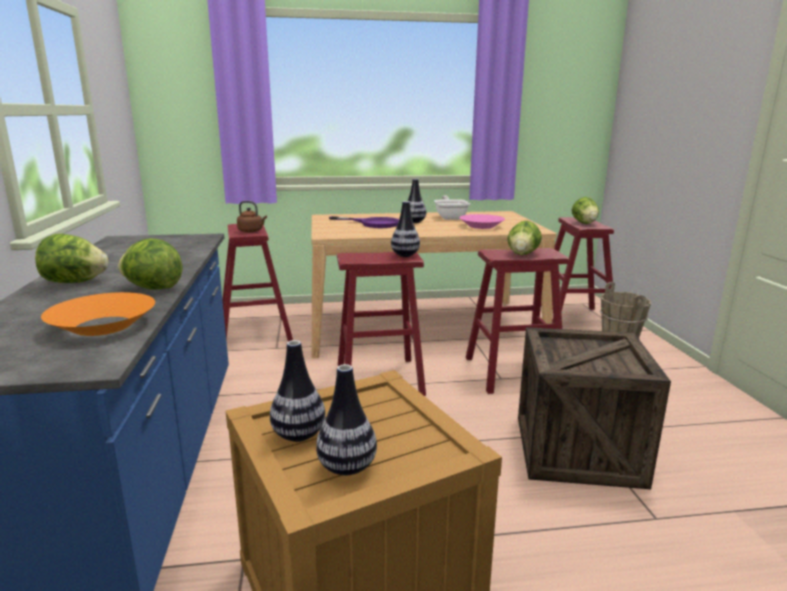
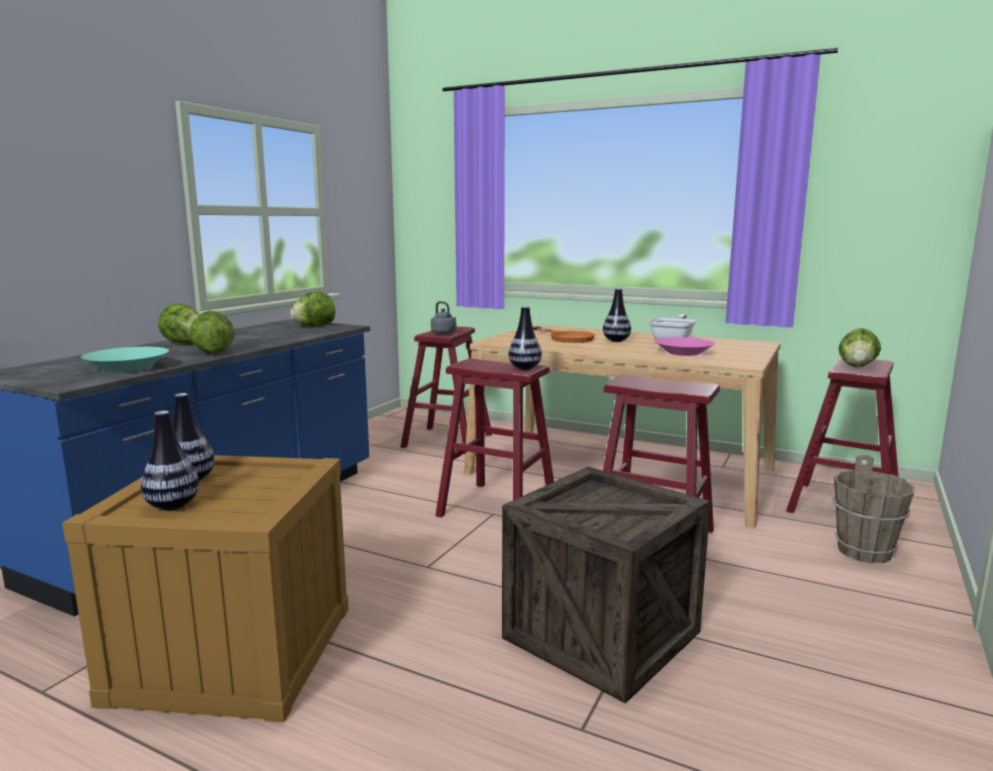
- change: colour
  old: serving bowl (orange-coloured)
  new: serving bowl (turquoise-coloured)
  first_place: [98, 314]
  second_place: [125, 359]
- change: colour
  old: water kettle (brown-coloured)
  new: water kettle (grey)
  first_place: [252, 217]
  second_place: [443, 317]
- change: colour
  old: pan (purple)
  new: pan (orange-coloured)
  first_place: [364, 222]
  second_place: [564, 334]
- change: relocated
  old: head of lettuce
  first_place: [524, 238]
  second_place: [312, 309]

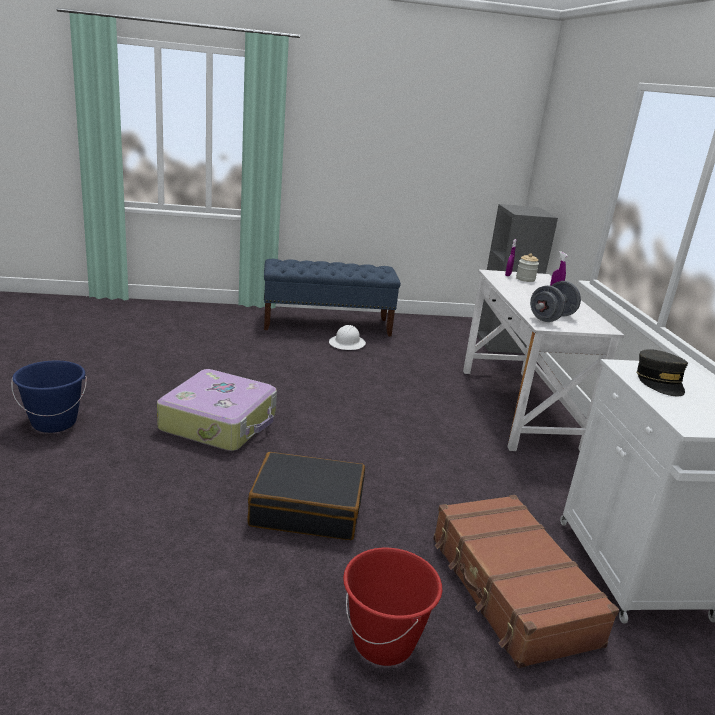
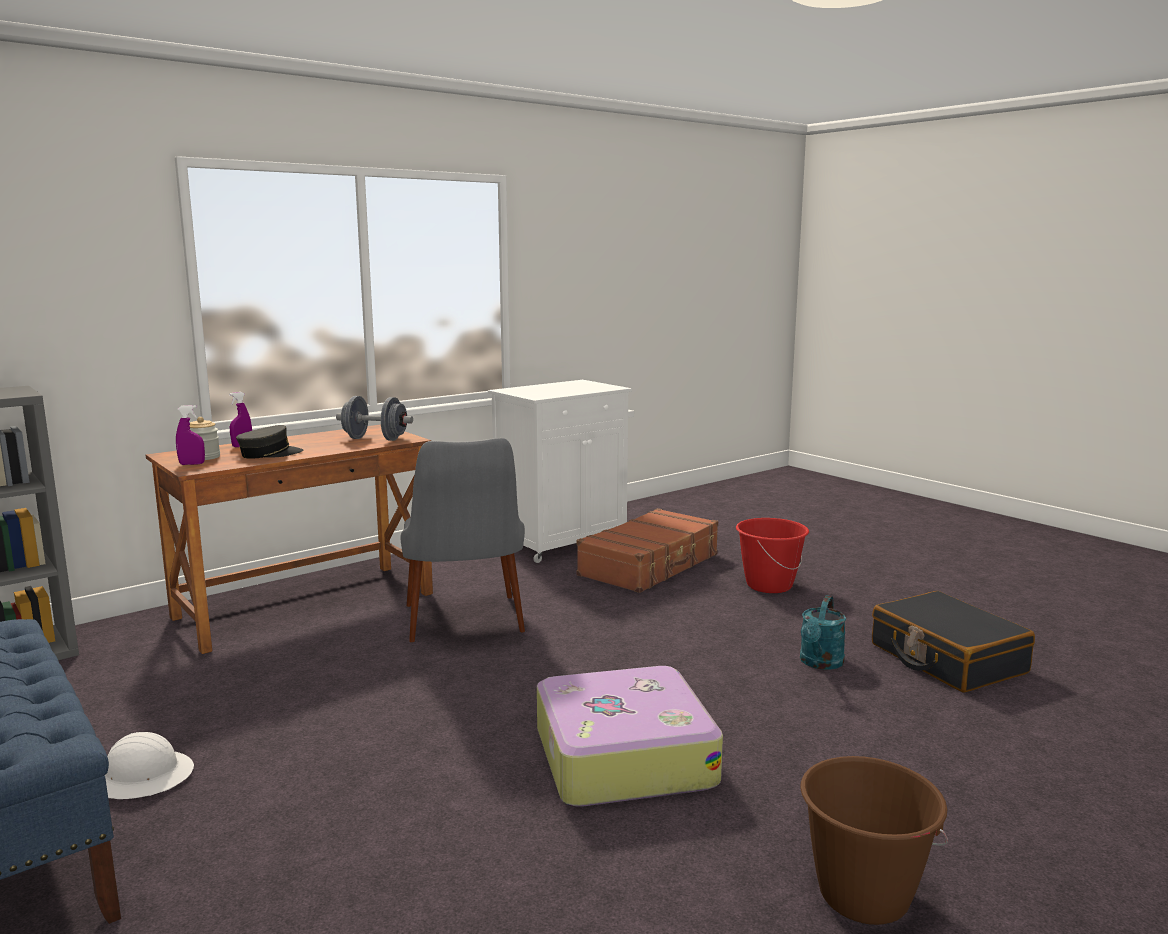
- change: colour
  old: water bucket (blue)
  new: water bucket (brown-coloured)
  first_place: [49, 397]
  second_place: [874, 840]
- change: relocated
  old: travel case (blackish)
  first_place: [306, 496]
  second_place: [953, 641]
- change: colour
  old: desk unit (white)
  new: desk unit (brown-coloured)
  first_place: [543, 360]
  second_place: [289, 539]
- change: relocated
  old: peaked cap (grey)
  first_place: [662, 372]
  second_place: [269, 442]
- change: appeared
  new: chair (grey)
  second_place: [463, 540]
- change: appeared
  new: watering pot (turquoise-coloured)
  second_place: [823, 632]

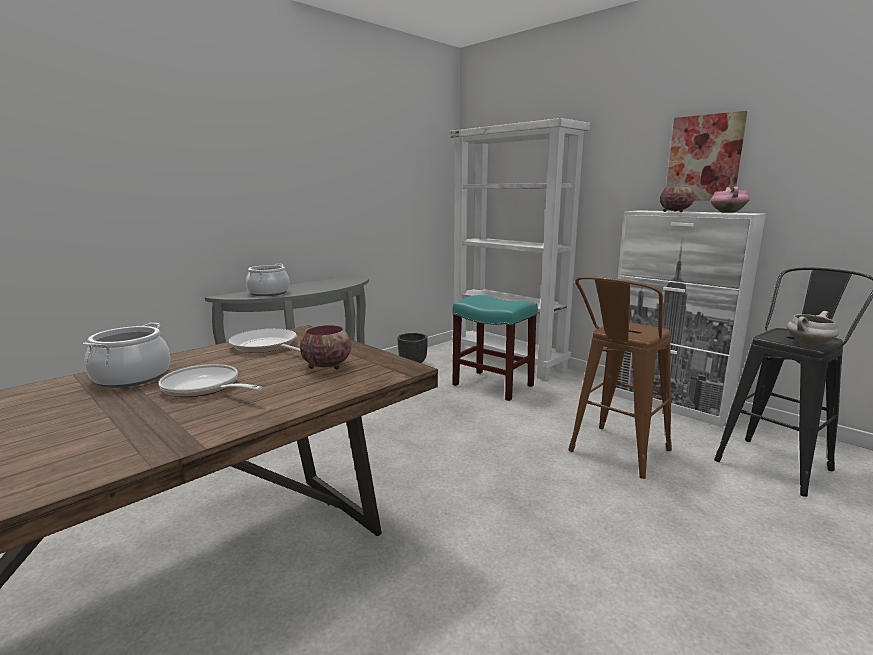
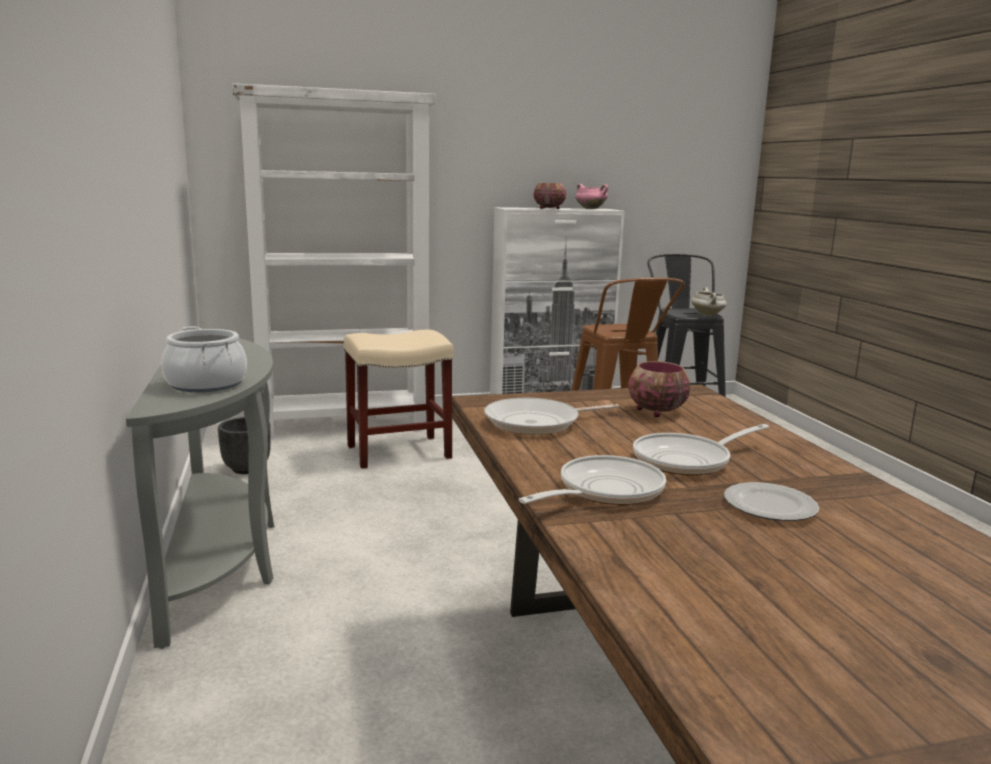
- change: exchanged
  old: stockpot
  new: pan
  first_place: [126, 355]
  second_place: [592, 480]
- change: colour
  old: stool (turquoise-coloured)
  new: stool (sand-coloured)
  first_place: [495, 348]
  second_place: [399, 399]
- change: missing
  old: wall art
  first_place: [707, 156]
- change: appeared
  new: flat dish
  second_place: [771, 501]

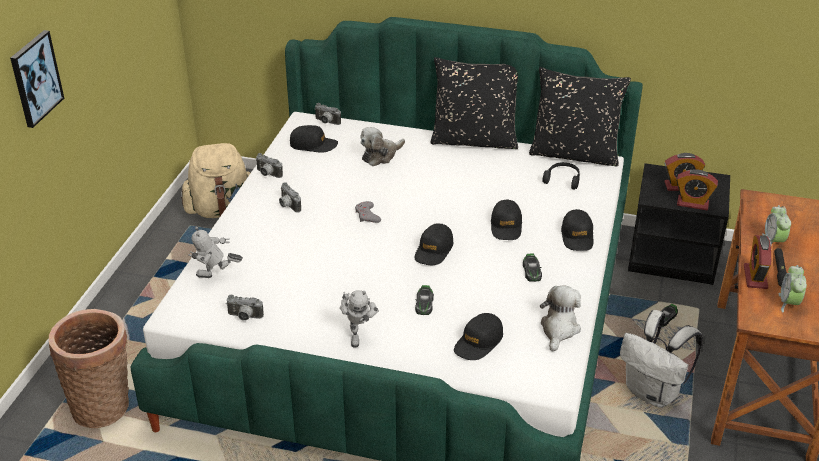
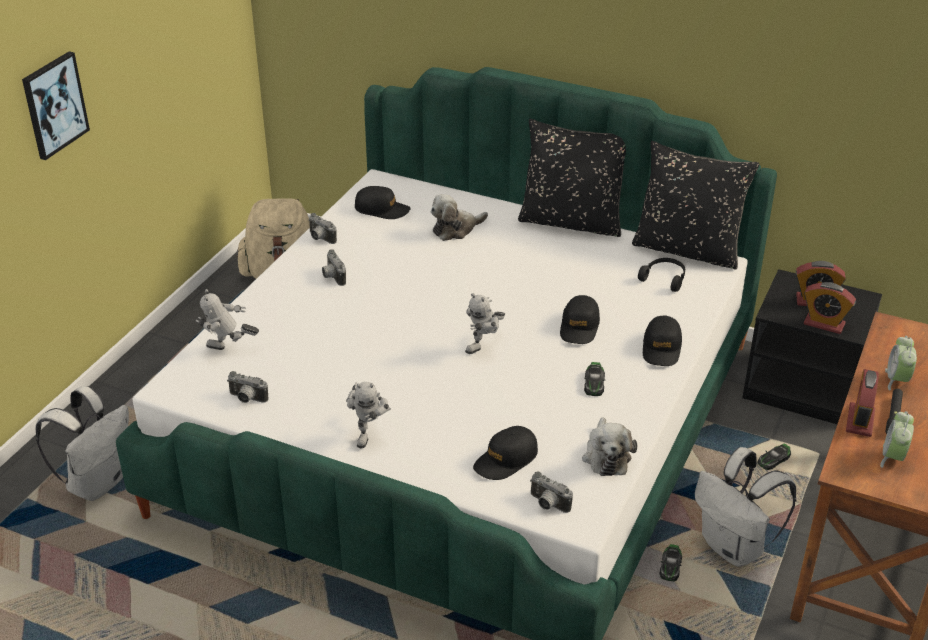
- change: exchanged
  old: household basket
  new: rucksack (white)
  first_place: [89, 368]
  second_place: [82, 443]
- change: relocated
  old: still camera
  first_place: [327, 114]
  second_place: [551, 492]
- change: missing
  old: joypad (grey)
  first_place: [368, 212]
- change: exchanged
  old: peaked cap (blackish)
  new: robot figure
  first_place: [434, 244]
  second_place: [485, 323]
- change: relocated
  old: model car
  first_place: [424, 300]
  second_place: [670, 562]
- change: spun
  old: soft toy
  first_place: [560, 318]
  second_place: [609, 447]
  degrees: 150

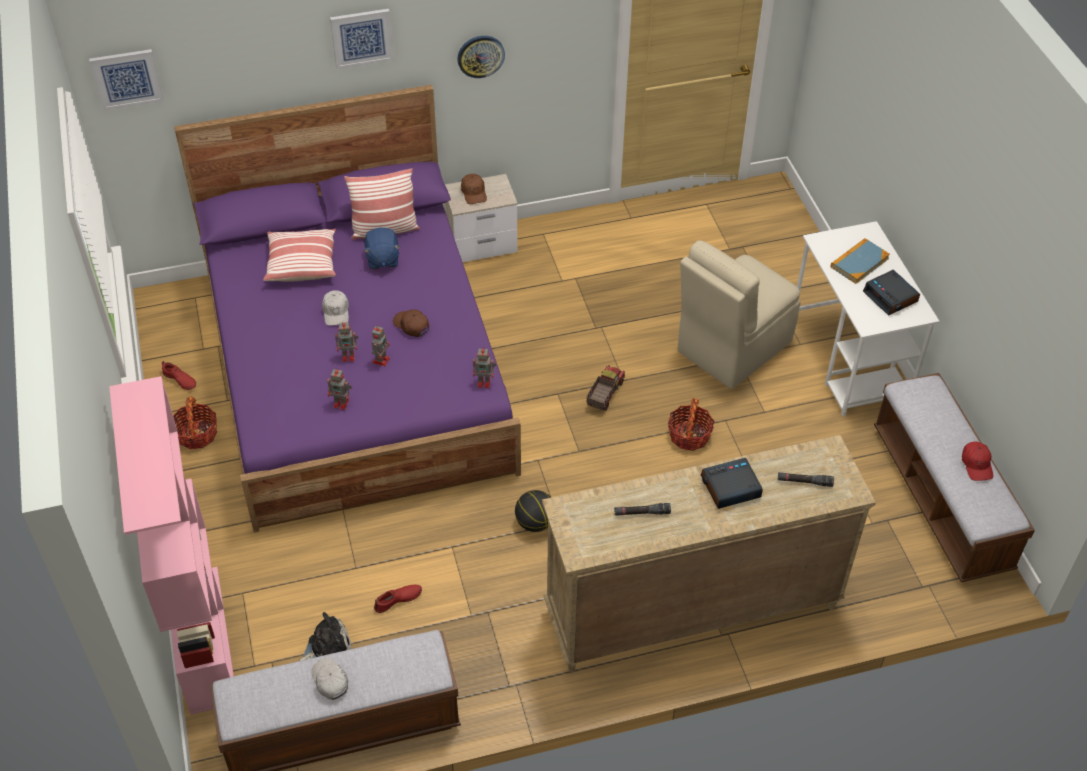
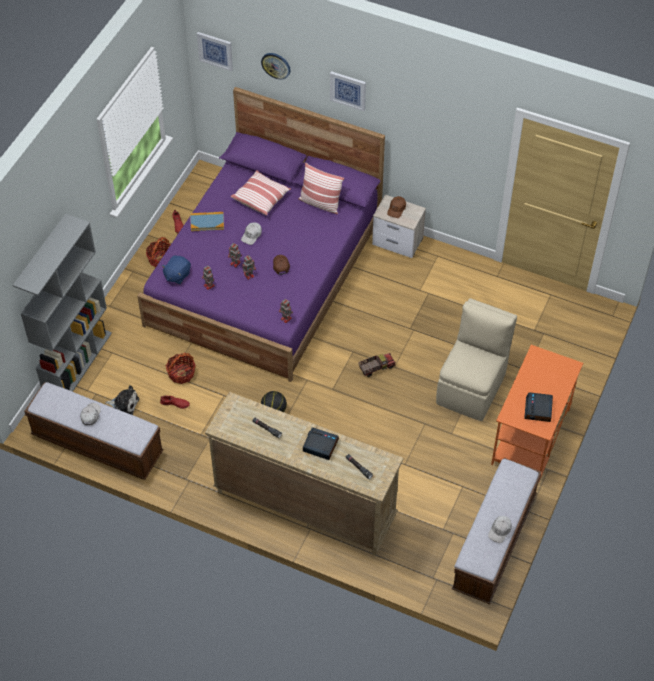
- change: colour
  old: shelving unit (pink-coloured)
  new: shelving unit (grey)
  first_place: [171, 545]
  second_place: [62, 303]
- change: relocated
  old: soft toy (blue)
  first_place: [381, 248]
  second_place: [176, 269]
- change: relocated
  old: wall clock
  first_place: [481, 57]
  second_place: [275, 66]
- change: relocated
  old: household basket
  first_place: [691, 424]
  second_place: [181, 368]
- change: spun
  old: chair (sand-coloured)
  first_place: [739, 314]
  second_place: [476, 359]
  degrees: 120
- change: colour
  old: desk unit (white)
  new: desk unit (orange-coloured)
  first_place: [868, 319]
  second_place: [537, 414]
- change: relocated
  old: volume
  first_place: [860, 261]
  second_place: [207, 221]
- change: colour
  old: peaked cap (red-coloured)
  new: peaked cap (white)
  first_place: [977, 461]
  second_place: [500, 529]

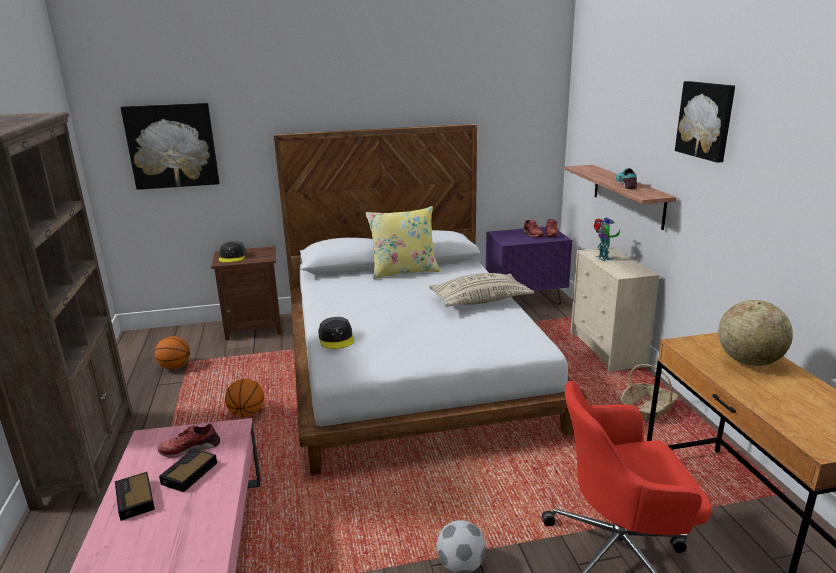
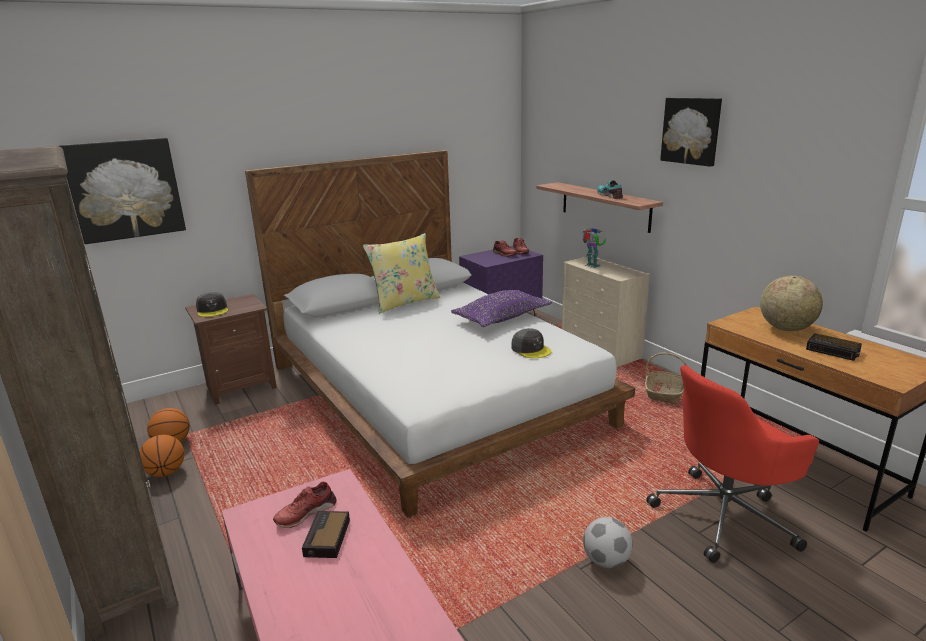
- change: relocated
  old: bedside clock
  first_place: [135, 496]
  second_place: [834, 347]
- change: relocated
  old: basketball ball
  first_place: [244, 398]
  second_place: [161, 456]
- change: relocated
  old: peaked cap (grey)
  first_place: [336, 333]
  second_place: [531, 343]
- change: colour
  old: pillow (sand-coloured)
  new: pillow (purple)
  first_place: [481, 290]
  second_place: [501, 308]

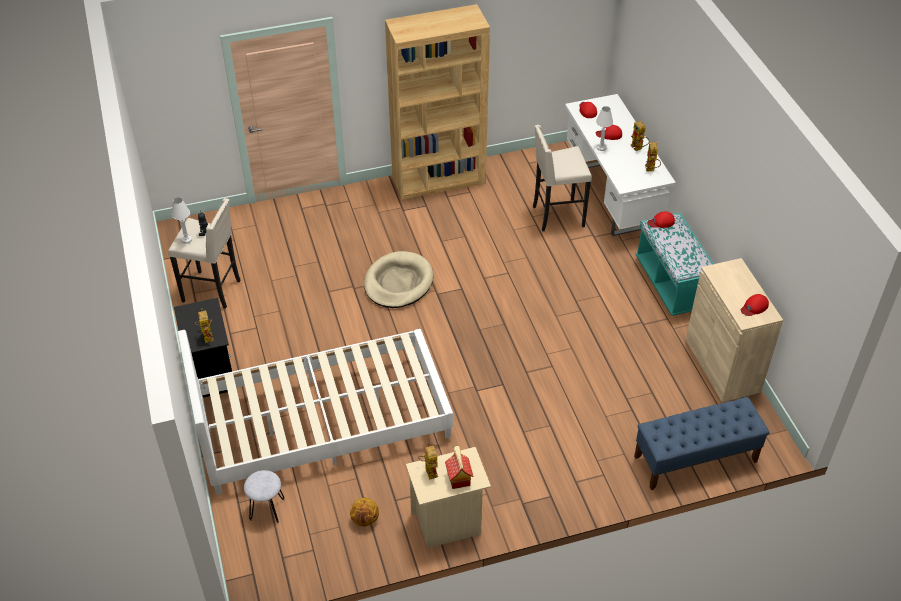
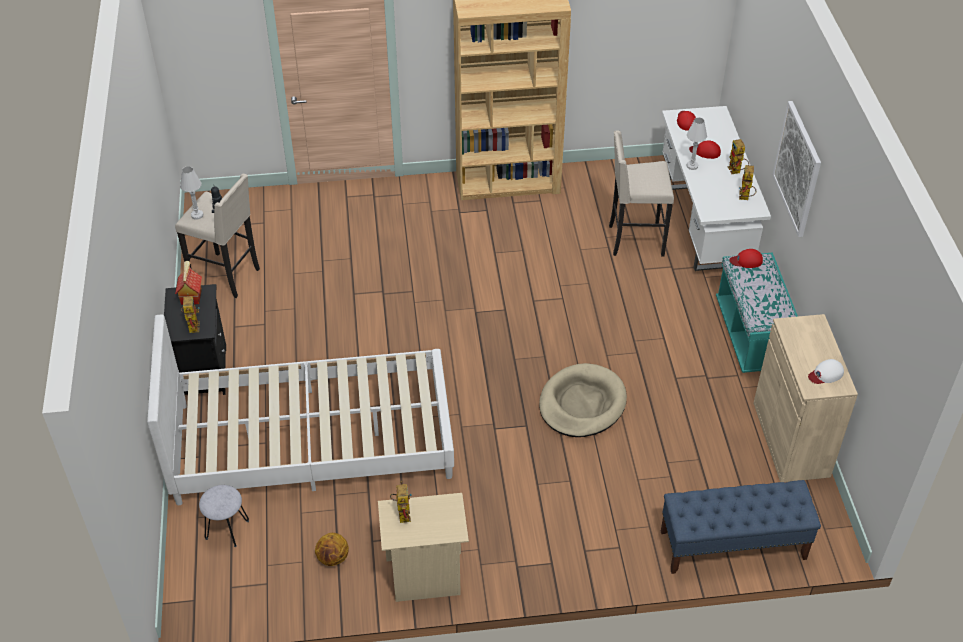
- change: relocated
  old: pet bed (sand-coloured)
  first_place: [398, 279]
  second_place: [583, 400]
- change: relocated
  old: model house
  first_place: [459, 467]
  second_place: [188, 283]
- change: colour
  old: peaked cap (red-coloured)
  new: peaked cap (white)
  first_place: [755, 305]
  second_place: [826, 371]
- change: appeared
  new: wall art
  second_place: [796, 169]

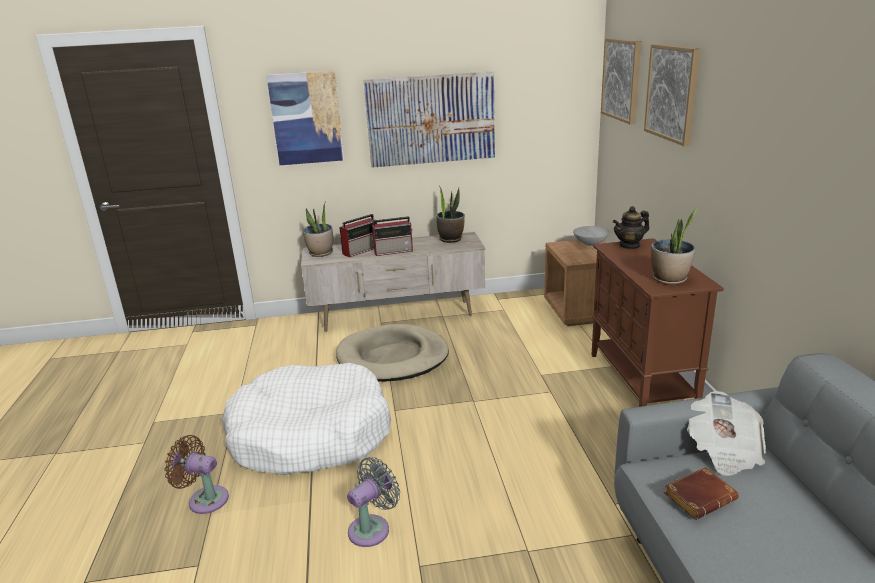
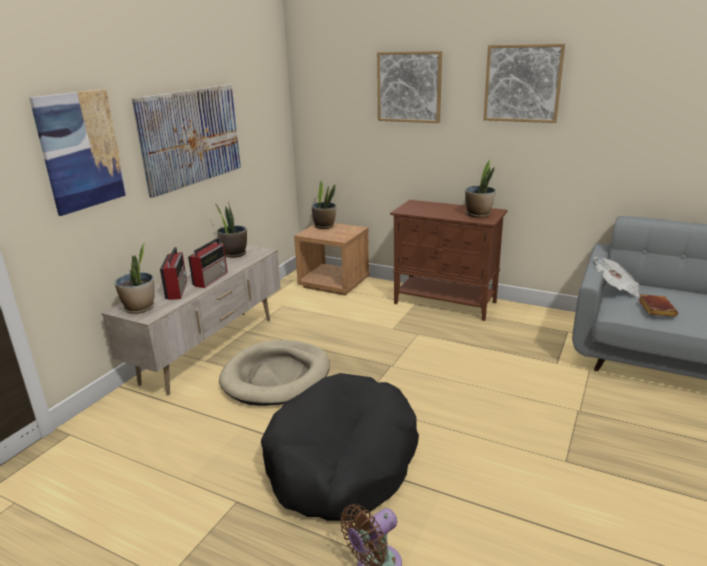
- change: colour
  old: pet bed (white)
  new: pet bed (blackish)
  first_place: [306, 419]
  second_place: [340, 447]
- change: missing
  old: fan (grey)
  first_place: [373, 502]
- change: exchanged
  old: serving bowl (grey)
  new: potted plant
  first_place: [591, 236]
  second_place: [324, 204]
- change: relocated
  old: wall art
  first_place: [621, 81]
  second_place: [524, 83]
- change: missing
  old: teapot
  first_place: [631, 227]

